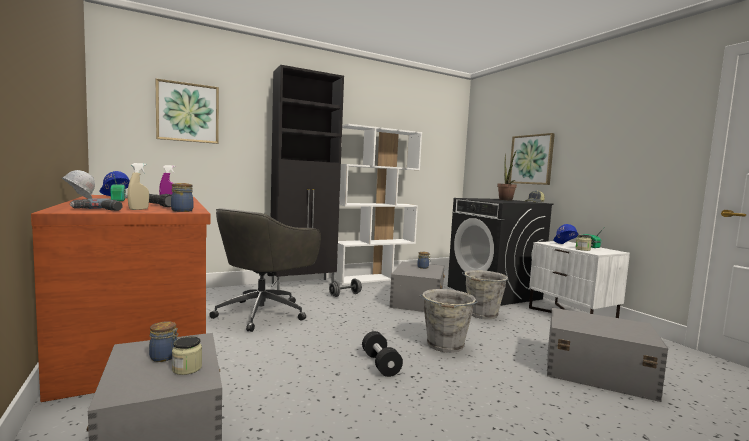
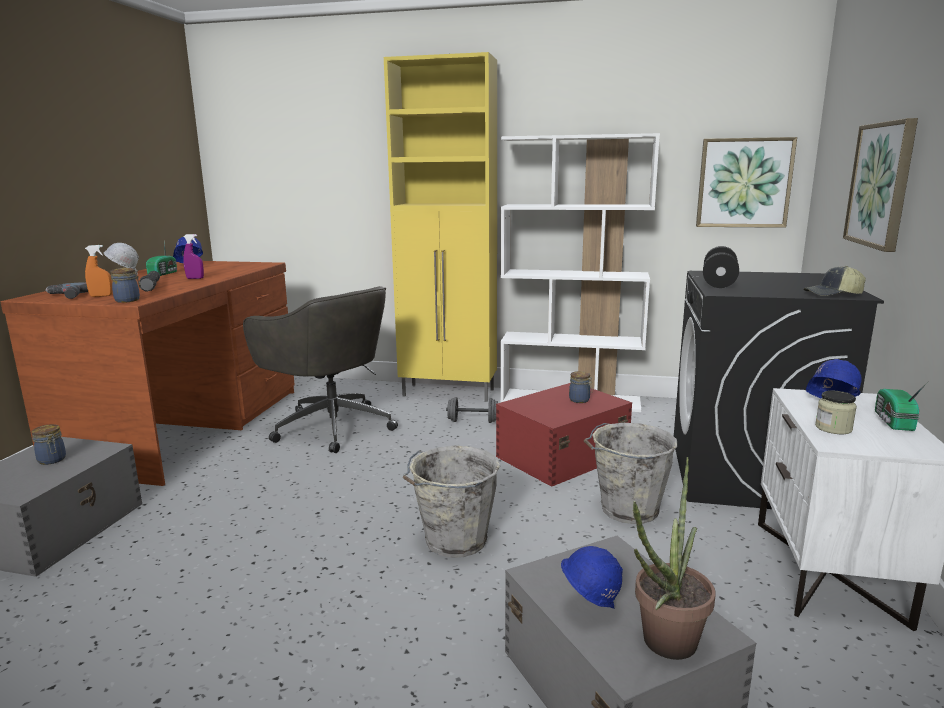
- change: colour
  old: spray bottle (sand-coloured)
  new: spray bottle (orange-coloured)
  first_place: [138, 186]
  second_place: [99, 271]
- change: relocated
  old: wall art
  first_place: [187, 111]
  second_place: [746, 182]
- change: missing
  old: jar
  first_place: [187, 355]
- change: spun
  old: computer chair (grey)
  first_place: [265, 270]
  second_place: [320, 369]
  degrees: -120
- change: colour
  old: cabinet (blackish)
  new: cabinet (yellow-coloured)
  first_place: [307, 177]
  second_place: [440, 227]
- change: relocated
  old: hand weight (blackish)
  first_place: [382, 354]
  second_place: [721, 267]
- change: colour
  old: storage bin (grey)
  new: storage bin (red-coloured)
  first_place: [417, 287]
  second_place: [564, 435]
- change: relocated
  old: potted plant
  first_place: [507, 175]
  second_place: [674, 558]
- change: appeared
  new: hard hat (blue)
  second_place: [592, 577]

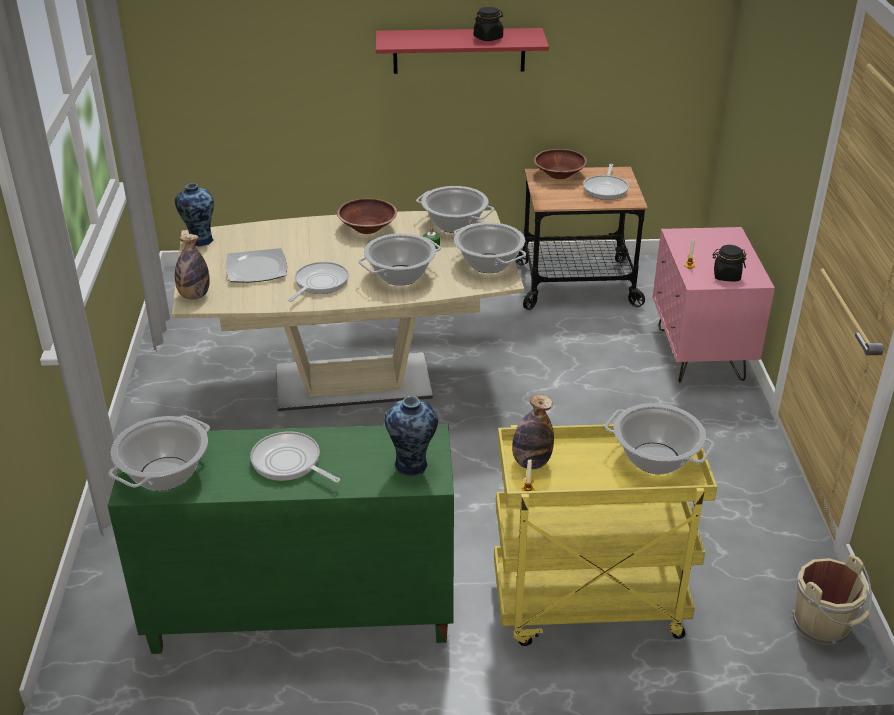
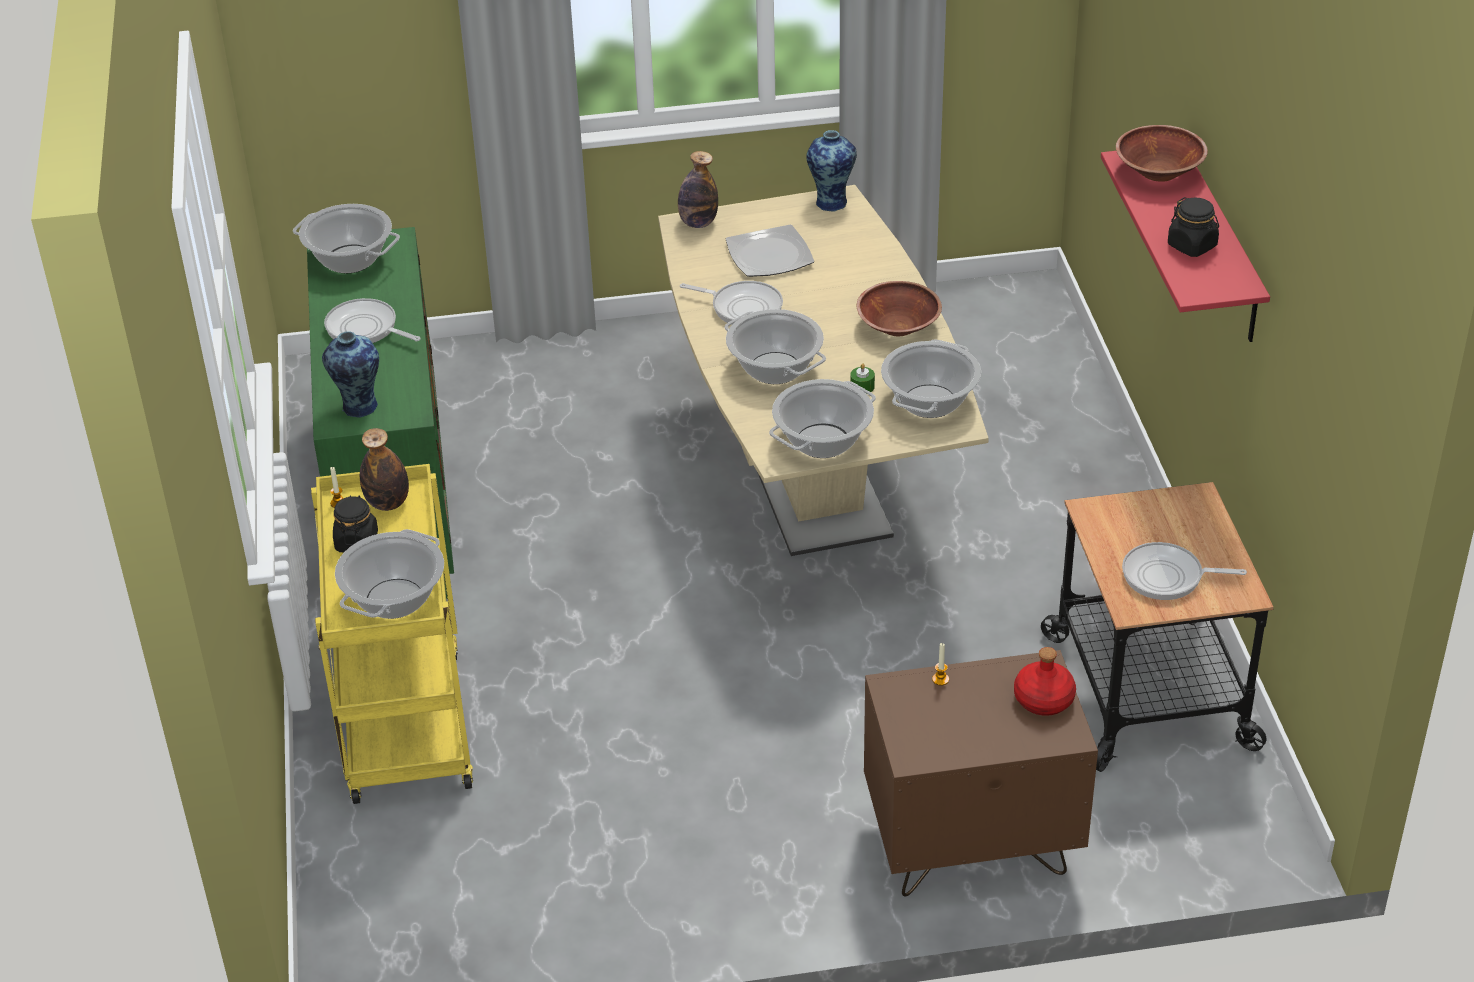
- change: spun
  old: pan
  first_place: [295, 457]
  second_place: [372, 320]
  degrees: -90
- change: relocated
  old: serving bowl (brown-coloured)
  first_place: [560, 164]
  second_place: [1162, 153]
- change: colour
  old: bedside table (pink-coloured)
  new: bedside table (brown-coloured)
  first_place: [714, 305]
  second_place: [981, 773]
- change: relocated
  old: jar (blackish)
  first_place: [729, 263]
  second_place: [355, 523]
- change: missing
  old: water bucket (sand-coloured)
  first_place: [832, 600]
- change: appeared
  new: bottle (red-coloured)
  second_place: [1045, 681]

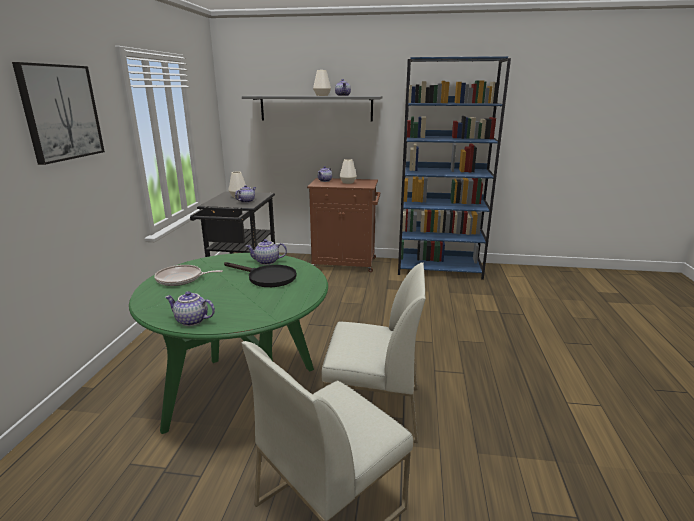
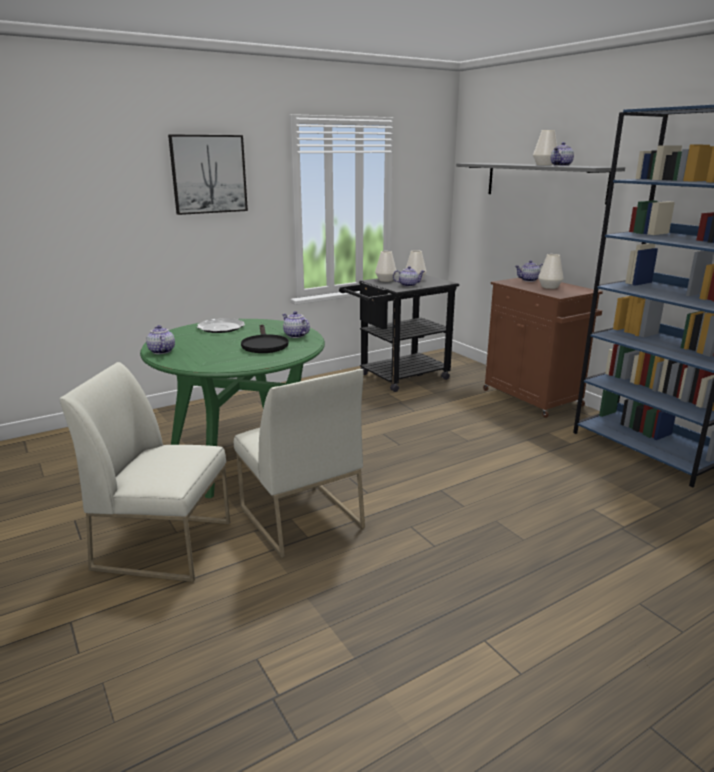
- change: exchanged
  old: pan
  new: flat dish
  first_place: [188, 275]
  second_place: [221, 325]
- change: appeared
  new: decorative vase (white)
  second_place: [386, 266]

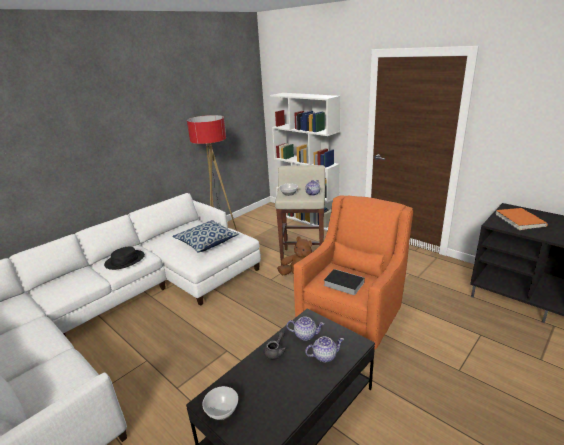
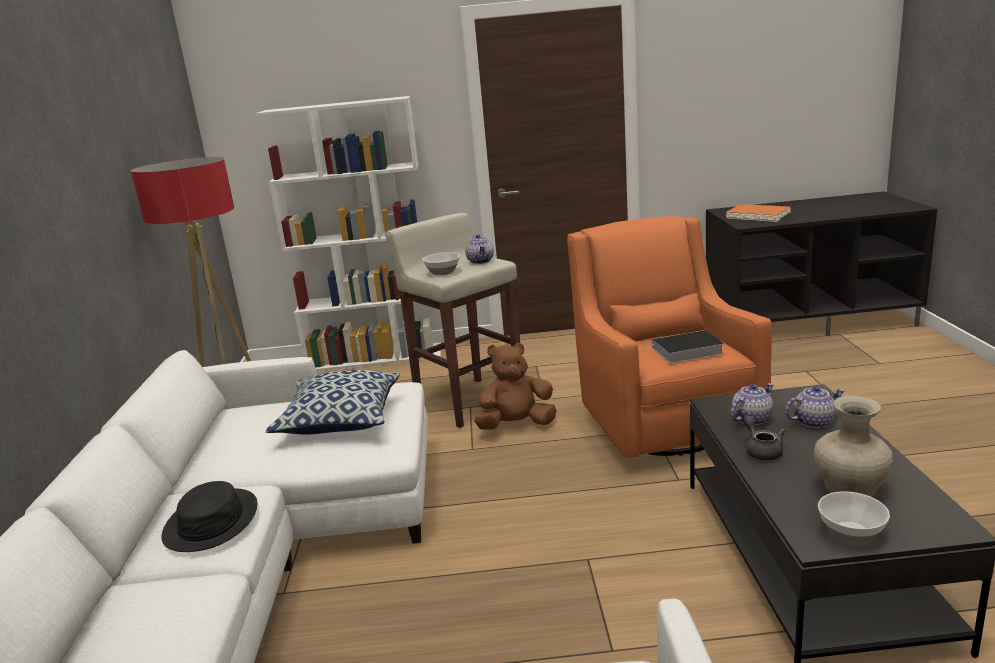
- change: spun
  old: teapot
  first_place: [324, 349]
  second_place: [815, 407]
  degrees: 45
- change: appeared
  new: decorative vase (sand-coloured)
  second_place: [853, 446]

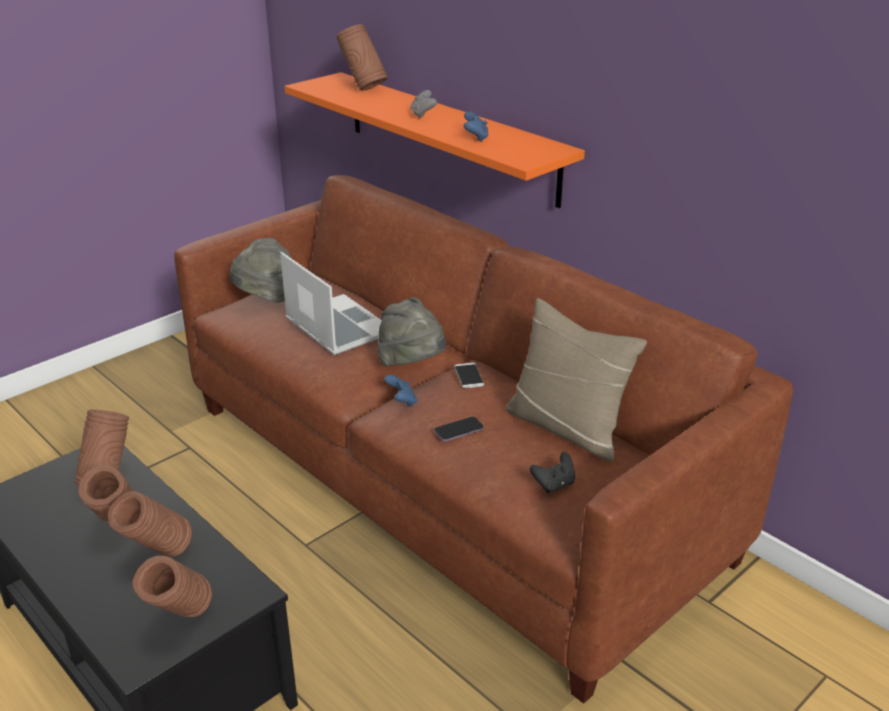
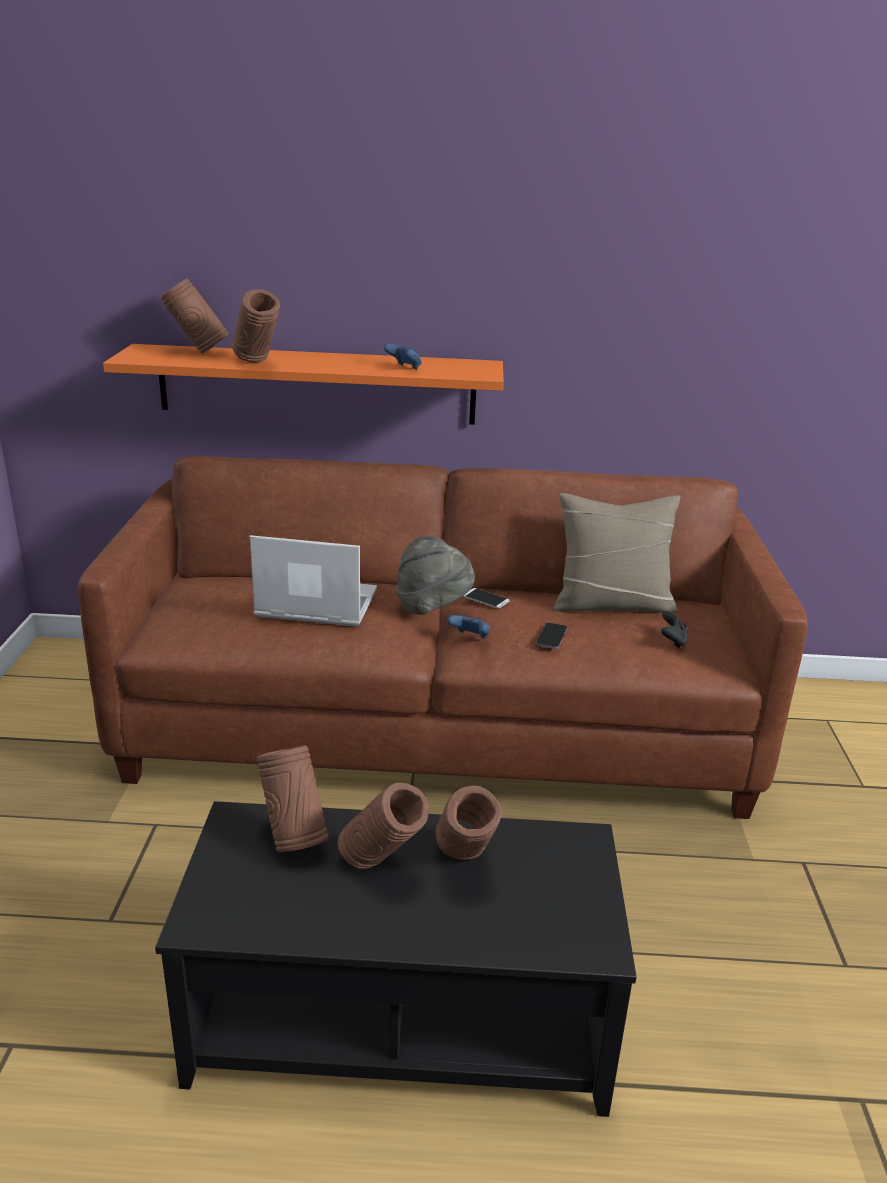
- change: relocated
  old: decorative vase (brown-coloured)
  first_place: [172, 586]
  second_place: [256, 326]
- change: missing
  old: wearable hat (grey)
  first_place: [261, 270]
- change: missing
  old: joypad (grey)
  first_place: [423, 104]

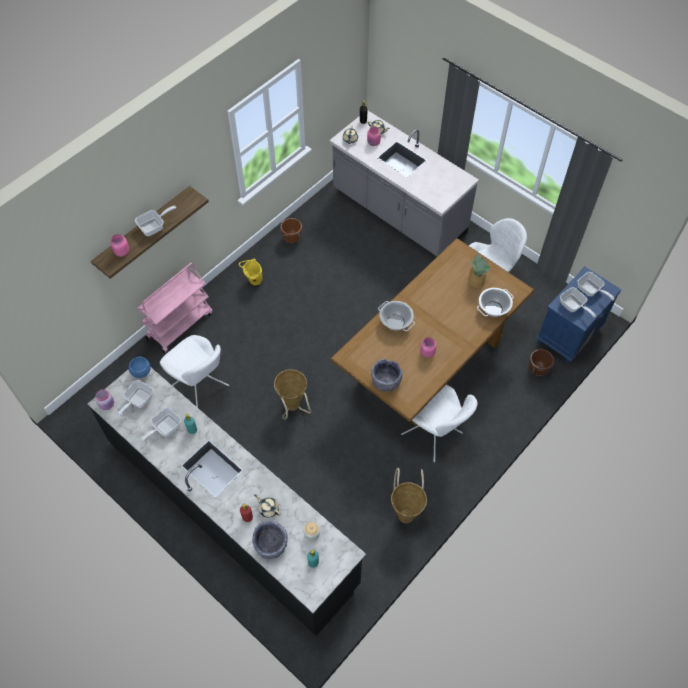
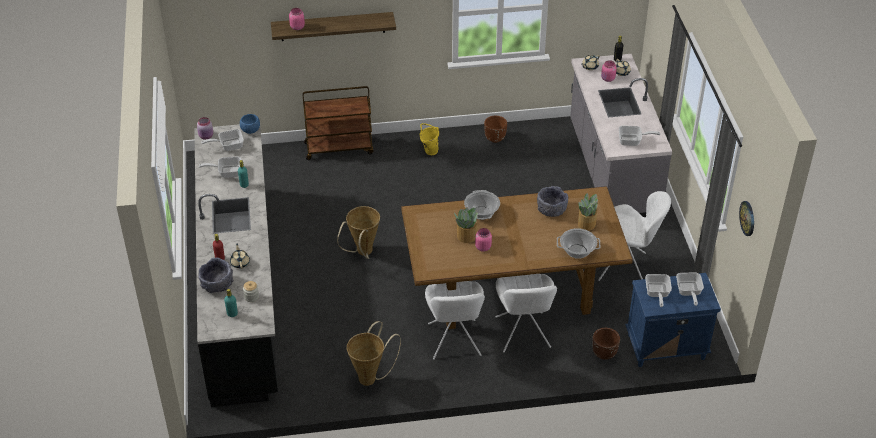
- change: relocated
  old: pan
  first_place: [156, 221]
  second_place: [639, 136]
- change: colour
  old: cart (pink-coloured)
  new: cart (brown-coloured)
  first_place: [175, 308]
  second_place: [338, 123]
- change: relocated
  old: chair (white)
  first_place: [194, 371]
  second_place: [526, 313]
- change: relocated
  old: serving bowl (grey)
  first_place: [386, 375]
  second_place: [552, 201]
- change: appeared
  new: potted plant
  second_place: [466, 225]
- change: appeared
  new: wall clock
  second_place: [746, 218]

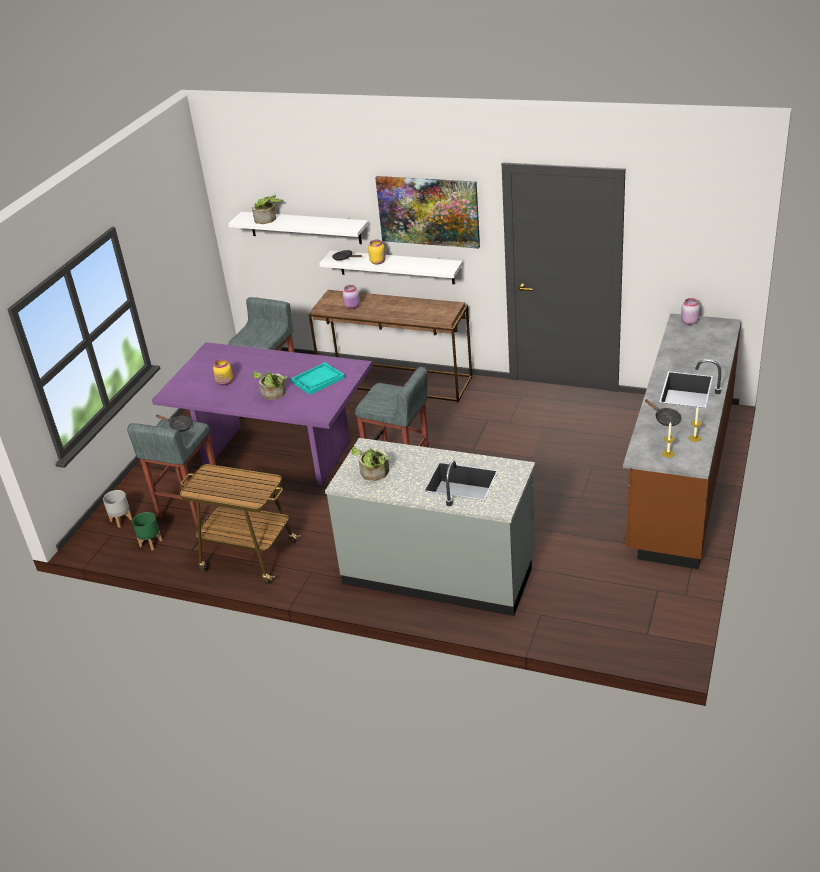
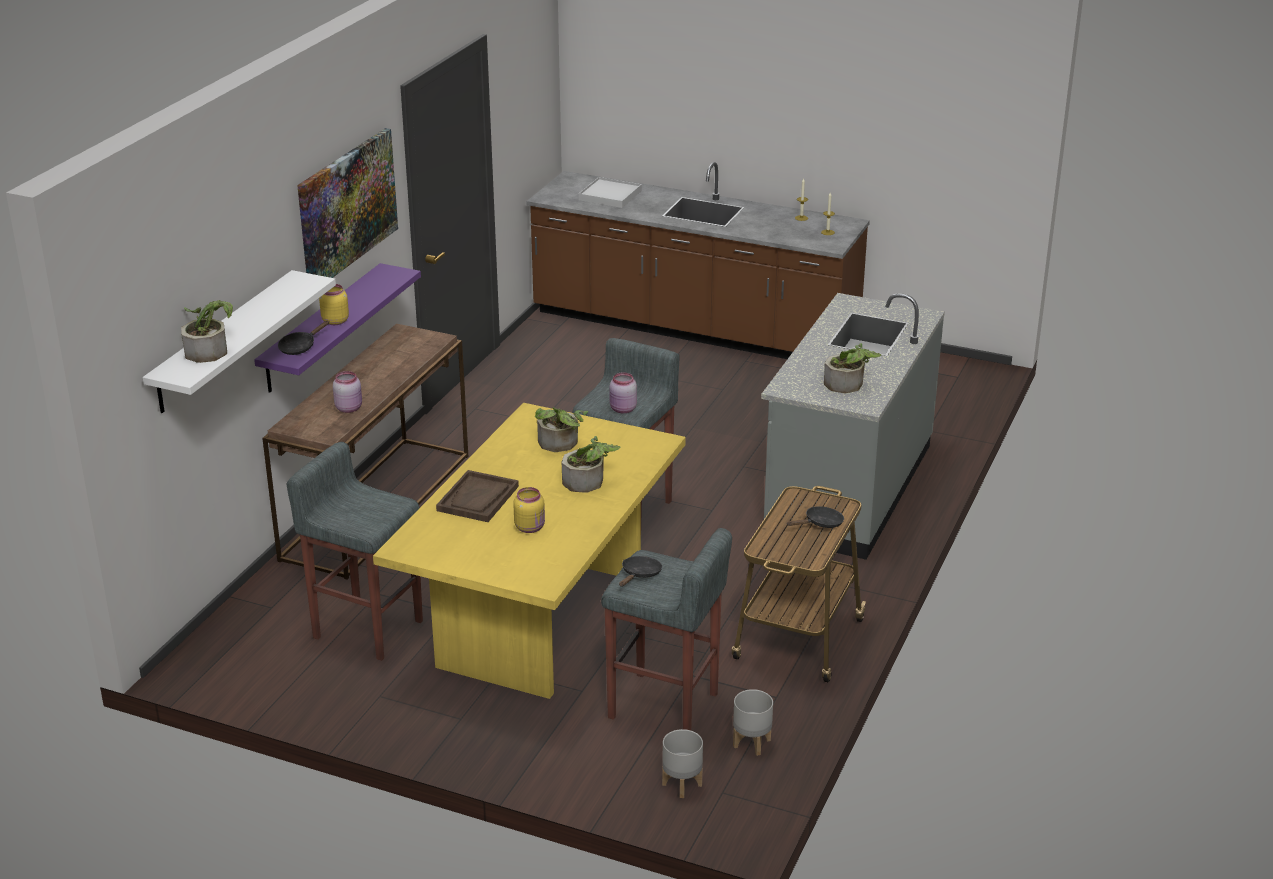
- change: colour
  old: plant pot (greenish)
  new: plant pot (grey)
  first_place: [147, 531]
  second_place: [753, 722]
- change: colour
  old: dining table (purple)
  new: dining table (yellow-coloured)
  first_place: [262, 413]
  second_place: [529, 551]
- change: exchanged
  old: tray (turquoise-coloured)
  new: potted plant
  first_place: [318, 378]
  second_place: [561, 429]
- change: colour
  old: wall shelf (white)
  new: wall shelf (purple)
  first_place: [391, 267]
  second_place: [337, 328]
- change: relocated
  old: pan (blackish)
  first_place: [663, 412]
  second_place: [815, 517]
- change: relocated
  old: jar (pink-coloured)
  first_place: [690, 311]
  second_place: [623, 392]
- change: appeared
  new: tray (brown-coloured)
  second_place: [477, 496]
- change: appeared
  new: tray (white)
  second_place: [610, 192]

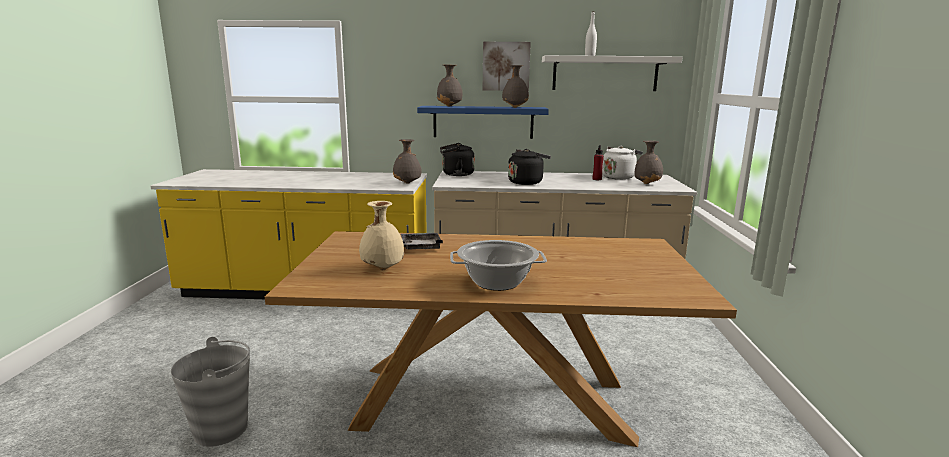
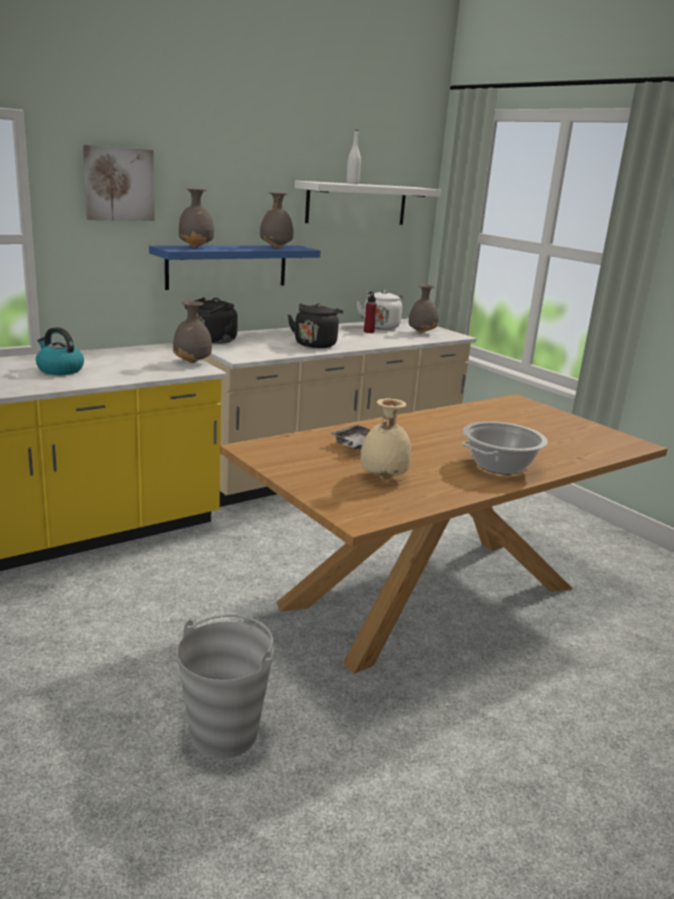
- change: relocated
  old: wall art
  first_place: [507, 66]
  second_place: [119, 183]
- change: appeared
  new: water kettle
  second_place: [60, 351]

